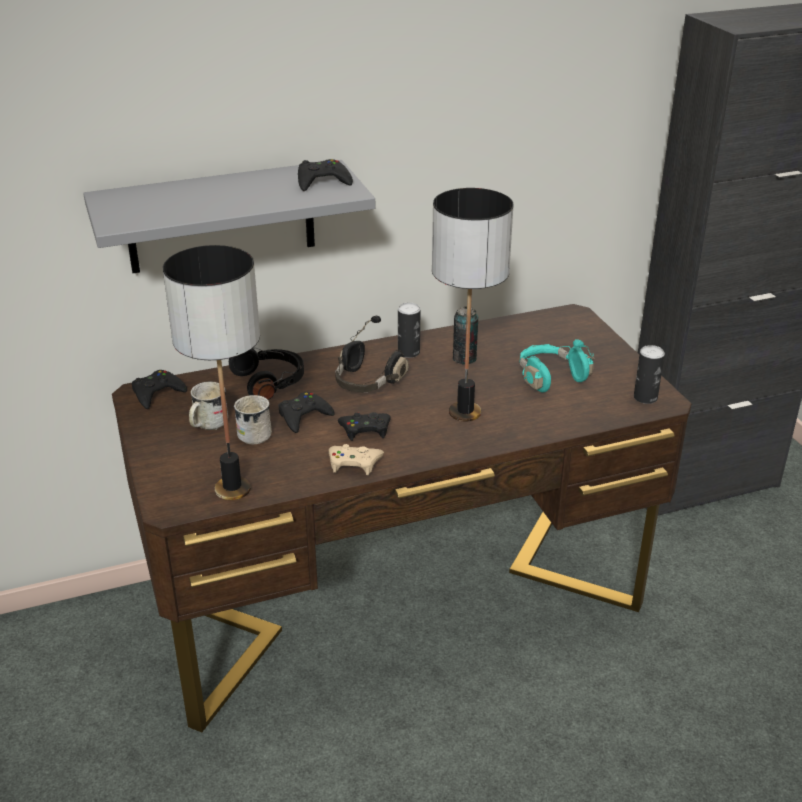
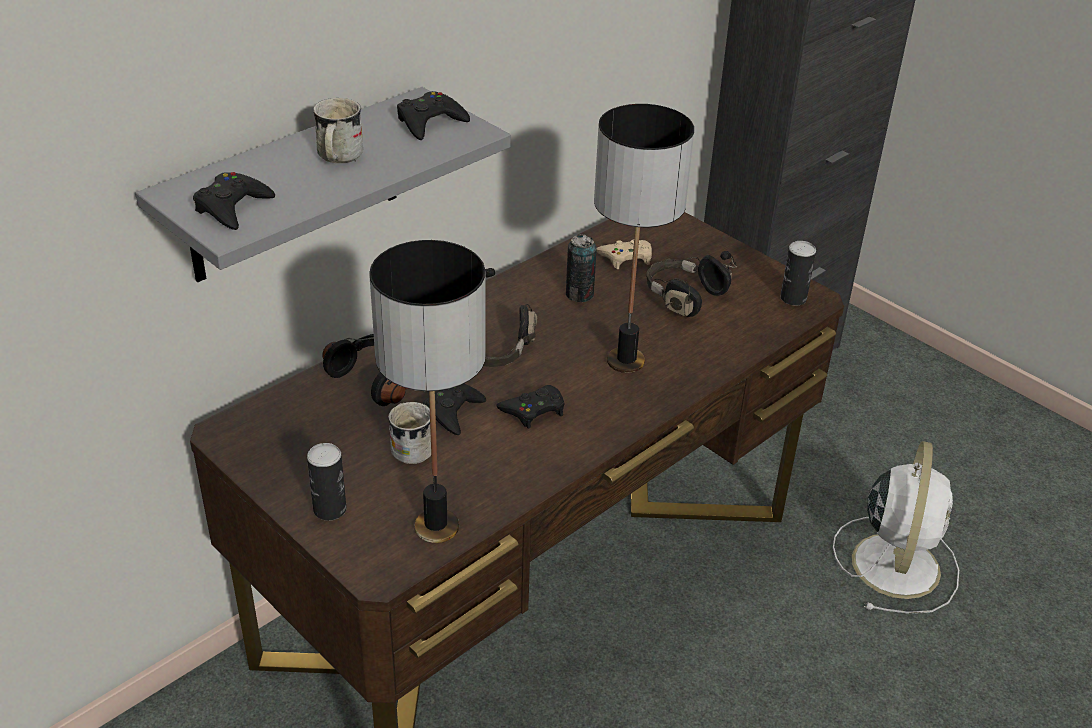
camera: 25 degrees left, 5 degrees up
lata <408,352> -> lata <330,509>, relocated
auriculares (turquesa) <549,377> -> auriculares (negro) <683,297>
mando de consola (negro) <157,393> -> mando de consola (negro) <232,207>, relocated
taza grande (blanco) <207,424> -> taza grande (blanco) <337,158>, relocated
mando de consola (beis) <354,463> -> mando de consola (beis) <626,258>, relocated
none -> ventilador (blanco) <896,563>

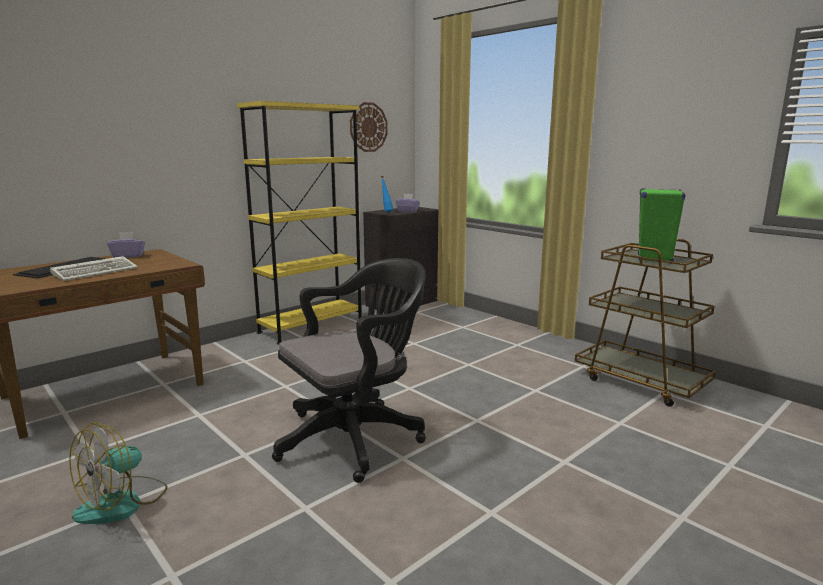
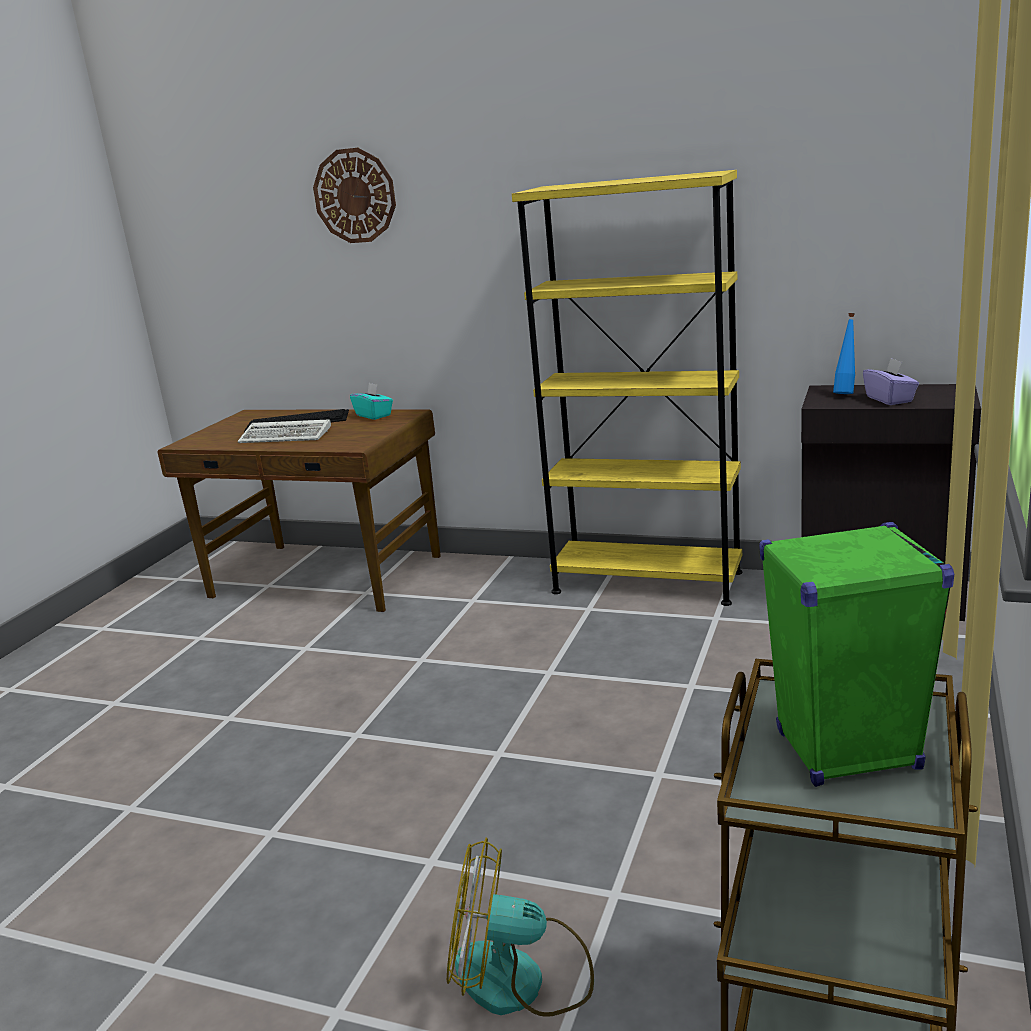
camera: 65 degrees right, 5 degrees up
reloj de pared <368,127> -> reloj de pared <355,196>, relocated
caja de pañuelos (morado) <128,256> -> caja de pañuelos (turquesa) <374,415>
silla de oficina (negro) <356,437> -> none
ventilador <122,503> -> ventilador <521,979>, relocated

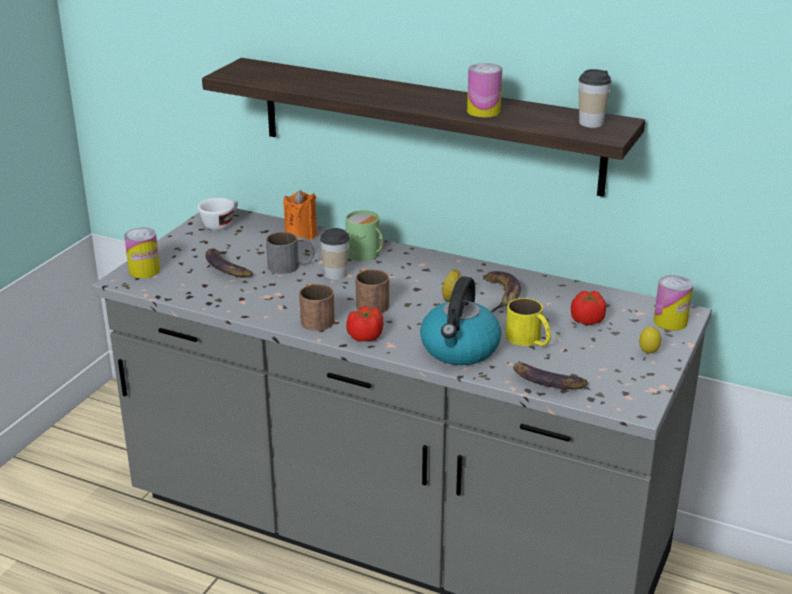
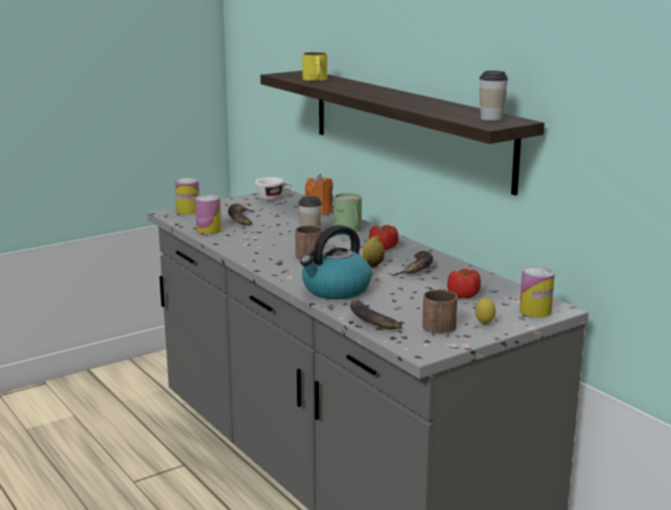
camera: 30 degrees right, 10 degrees down
lata <483,111> -> lata <209,230>, relocated
taza grande (gris) <291,266> -> none
taza grande (marrón) <315,317> -> taza grande (marrón) <439,323>, relocated
taza grande (amarillo) <529,340> -> taza grande (amarillo) <315,79>, relocated
tomate <365,336> -> tomate <383,248>, relocated

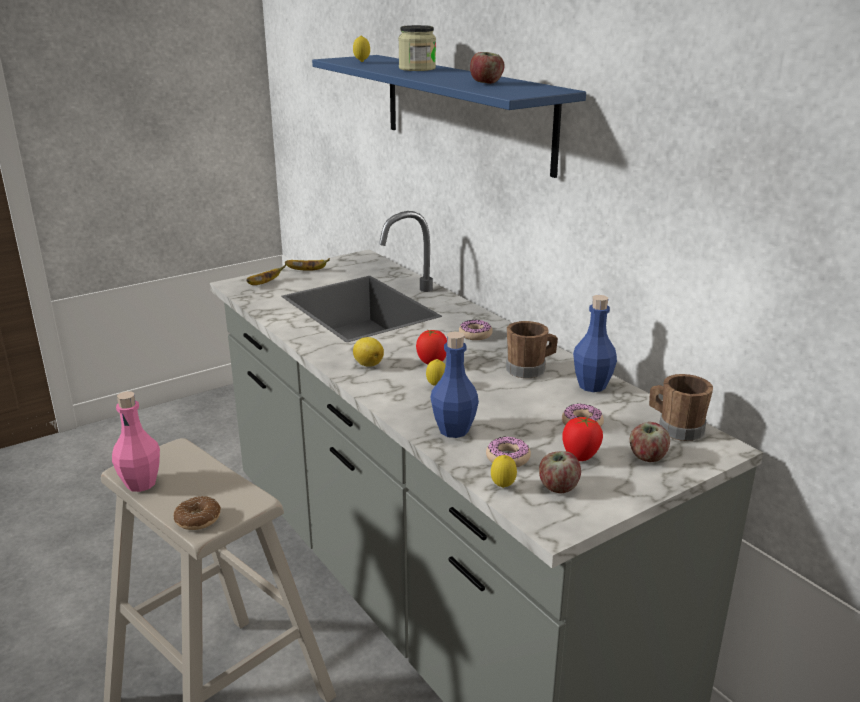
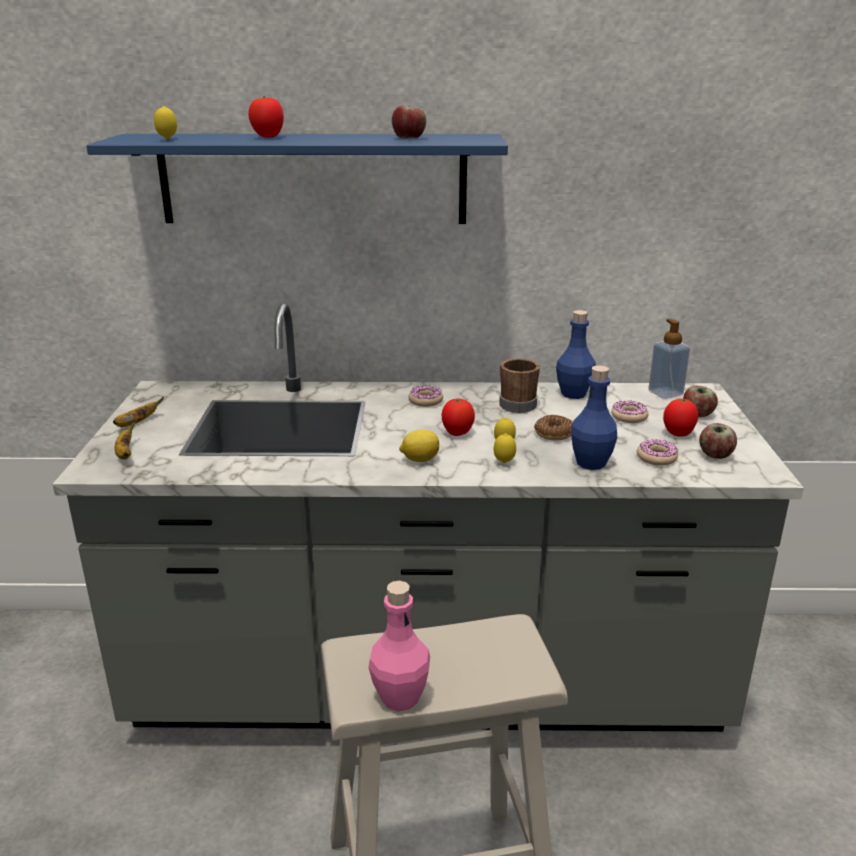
camera: 55 degrees left, 0 degrees up
tarro <417,69> -> tomate <268,137>
taza grande (marrón) <675,428> -> dispensador de jabón <665,393>
limón <503,487> -> limón <504,463>, relocated
rosquilla <198,519> -> rosquilla <554,434>, relocated

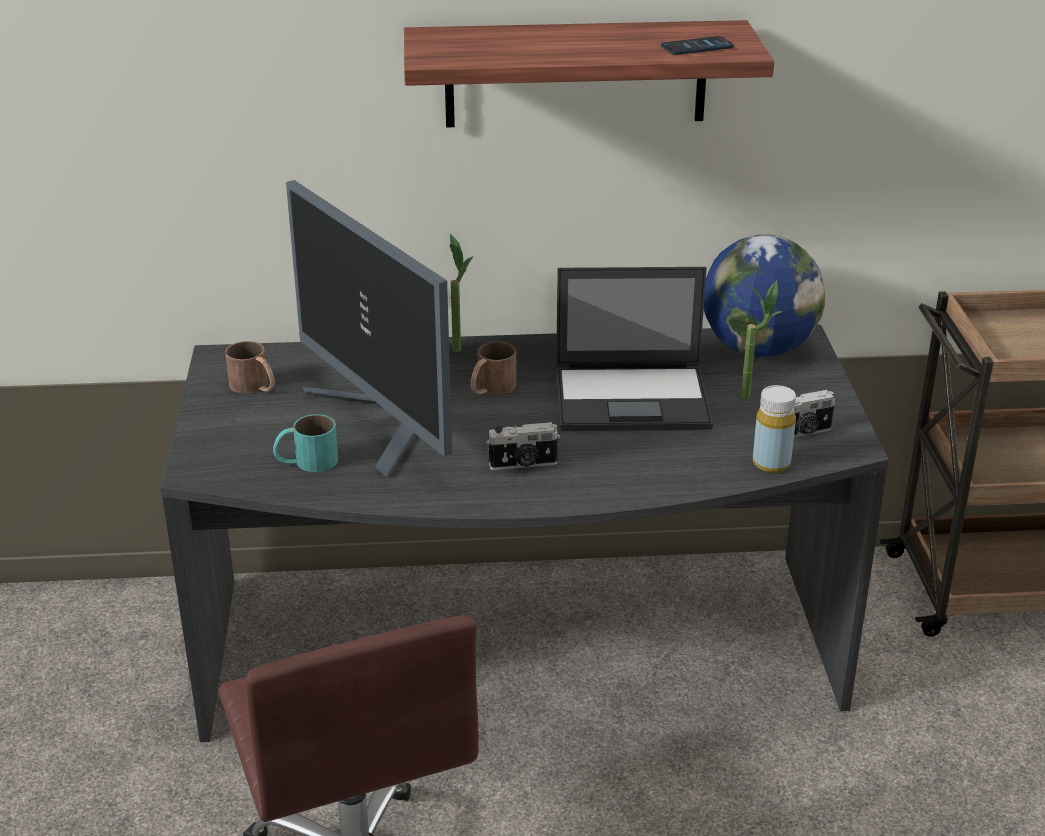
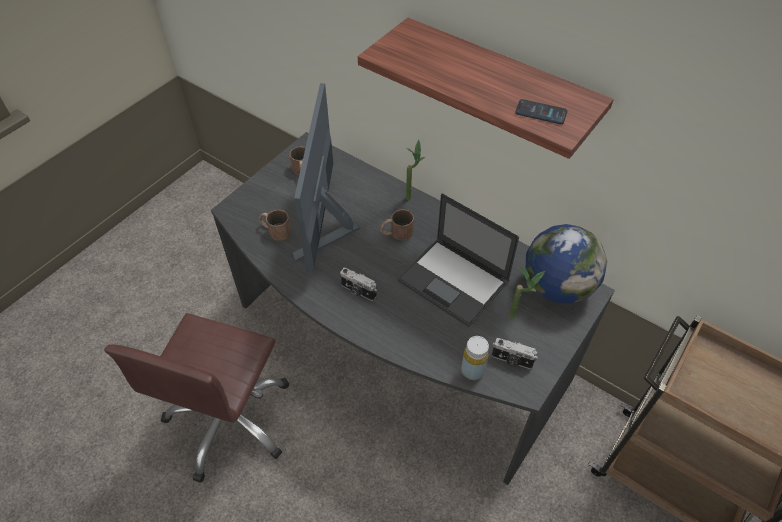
camera: 40 degrees right, 20 degrees up
taza grande (turquesa) <306,462> -> taza grande (marrón) <275,230>

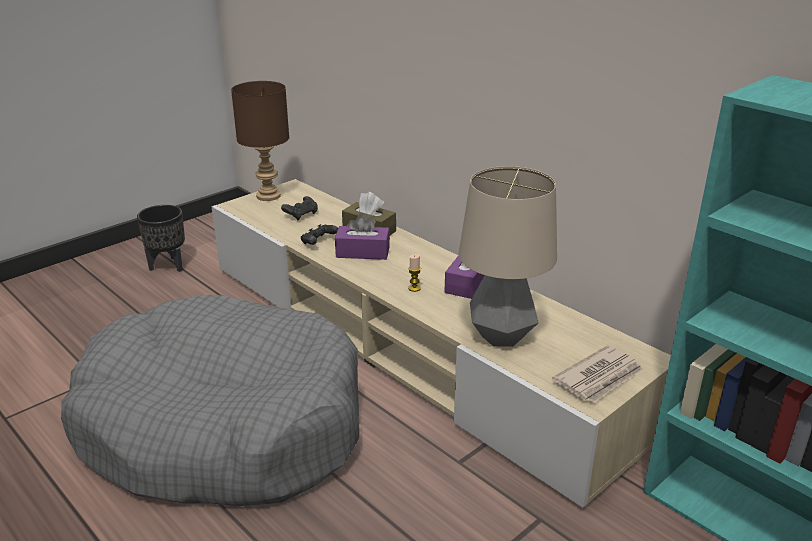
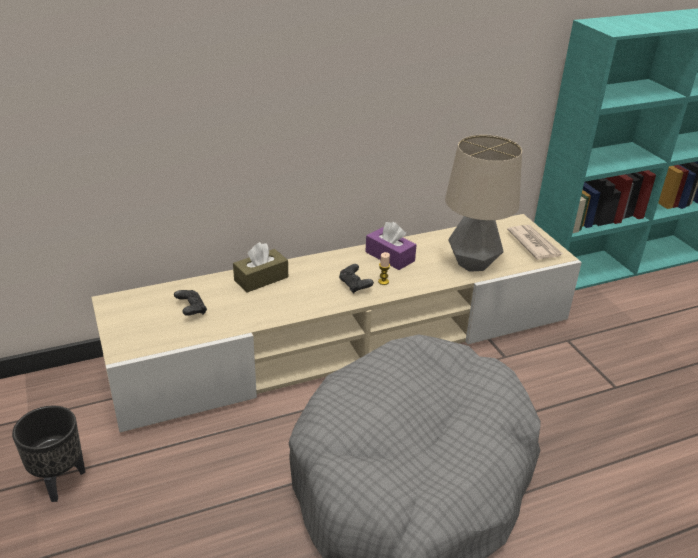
camera: 70 degrees left, 5 degrees up
lámpara de mesa (marrón) <267,196> -> none
caja de pañuelos (morado) <362,252> -> none
mando de consola (negro) <318,242> -> mando de consola (negro) <355,285>, relocated

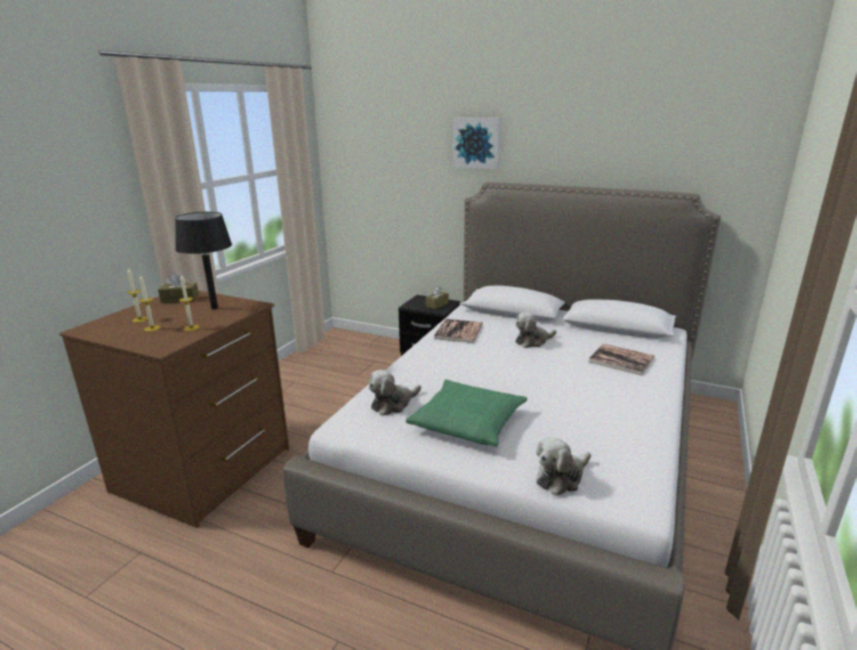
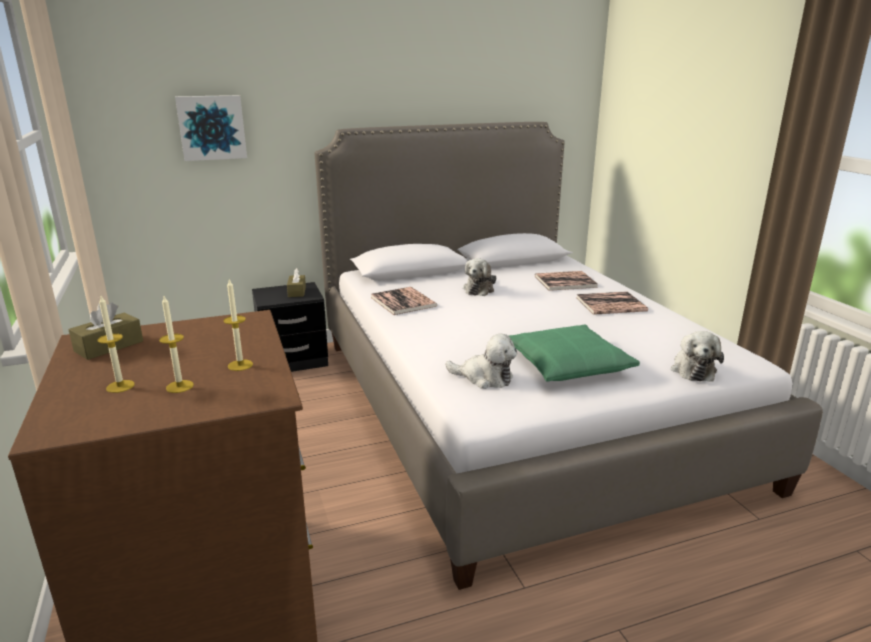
camera: 45 degrees left, 0 degrees up
cuadro <477,142> -> cuadro <212,127>, relocated
lámpara de mesa (negro) <214,308> -> none
peluche <393,404> -> peluche <484,378>, 75 degrees counterclockwise
none -> libro <610,304>

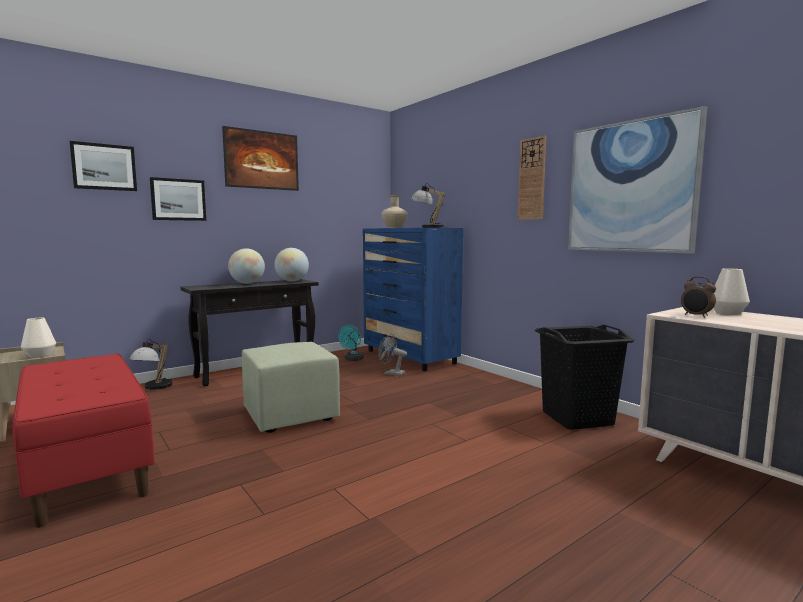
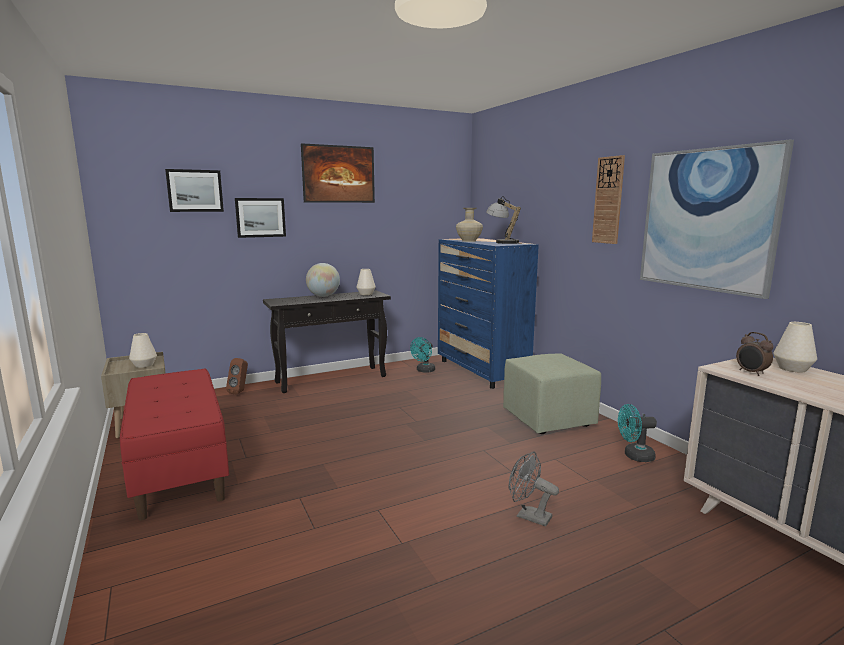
camera: 10 degrees right, 5 degrees up
globo terráqueo <292,281> -> florero (blanco) <366,294>
cesto de la ropa (negro) <578,418> -> ventilador (turquesa) <634,456>
ventilador (gris) <391,373> -> ventilador (gris) <528,516>, relocated
lámpara de mesa <154,388> -> altavoz (marrón) <240,392>
puf (verde) <291,416> -> puf (verde) <549,419>, relocated

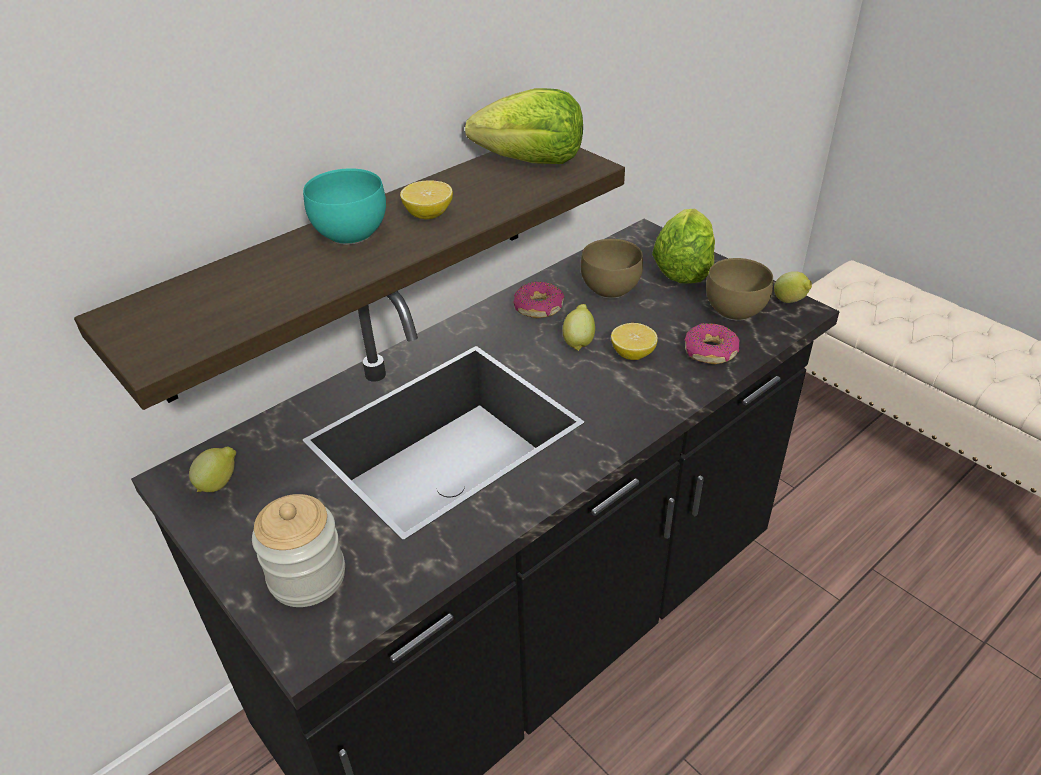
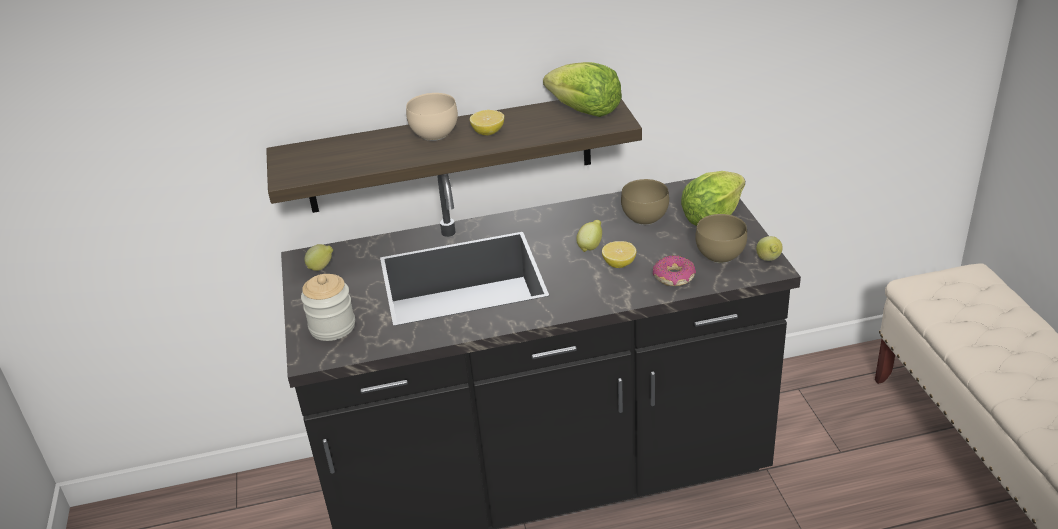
camera: 30 degrees right, 5 degrees down
cuenco (turquesa) <351,236> -> cuenco (beis) <434,135>
rosquilla <539,307> -> none

